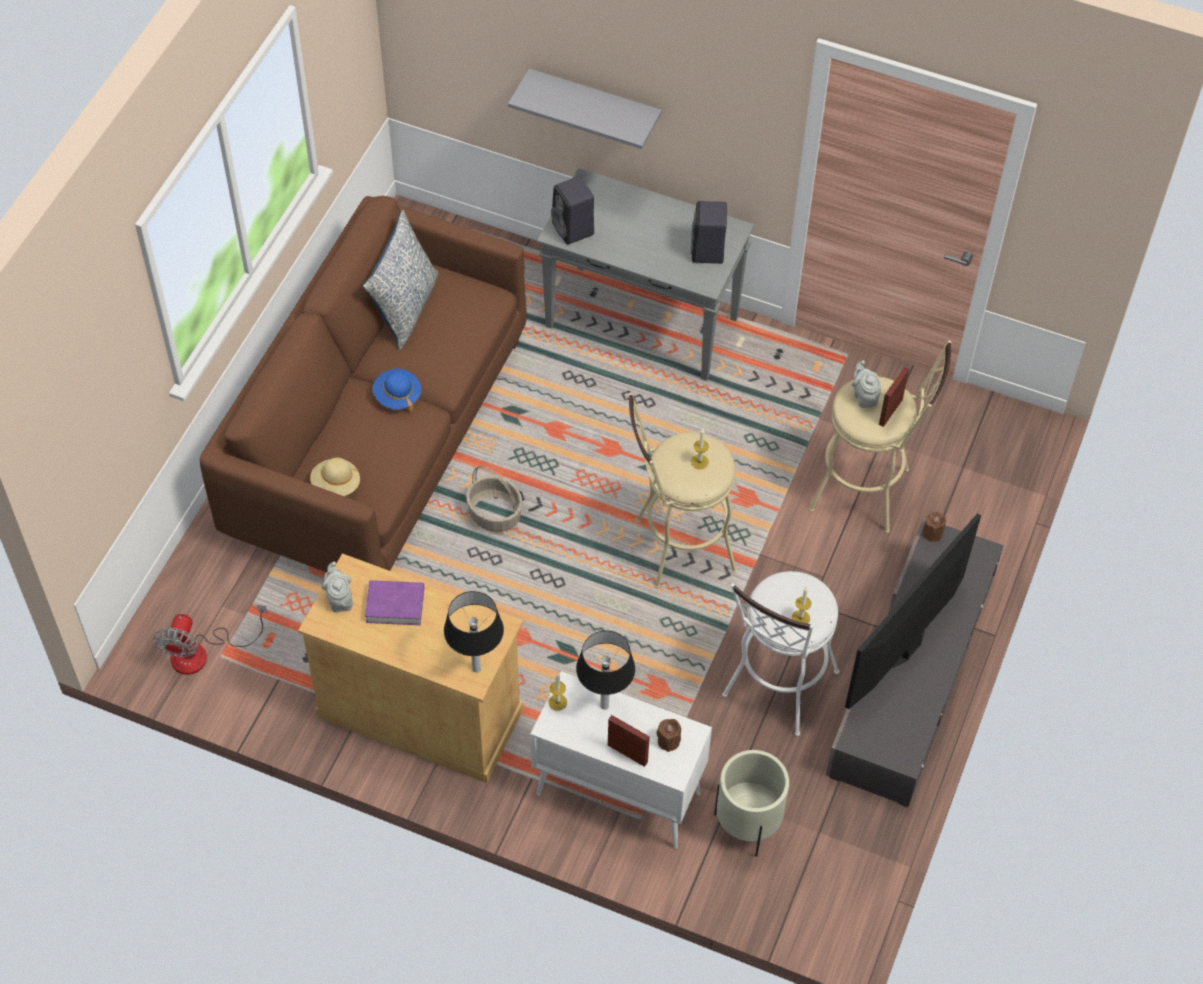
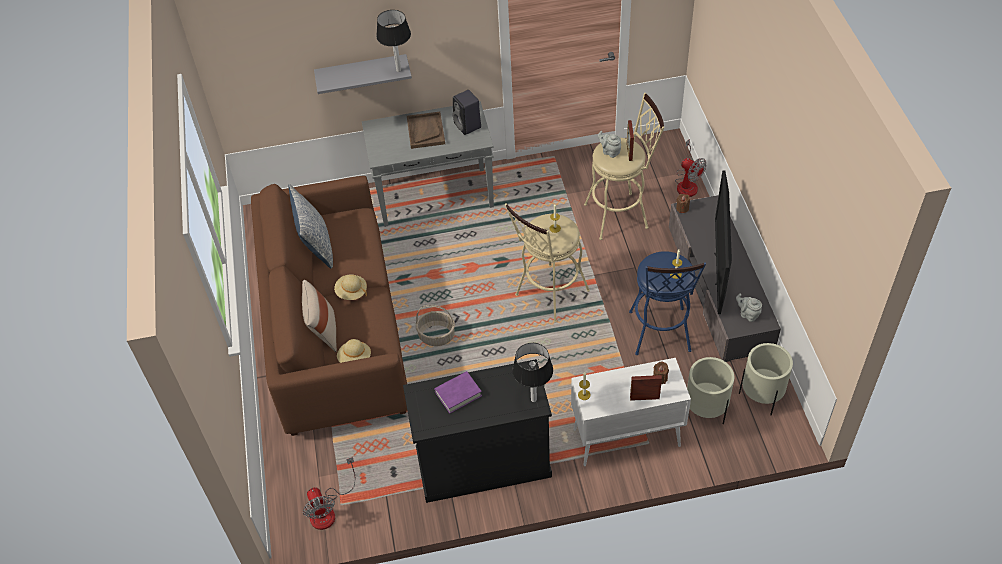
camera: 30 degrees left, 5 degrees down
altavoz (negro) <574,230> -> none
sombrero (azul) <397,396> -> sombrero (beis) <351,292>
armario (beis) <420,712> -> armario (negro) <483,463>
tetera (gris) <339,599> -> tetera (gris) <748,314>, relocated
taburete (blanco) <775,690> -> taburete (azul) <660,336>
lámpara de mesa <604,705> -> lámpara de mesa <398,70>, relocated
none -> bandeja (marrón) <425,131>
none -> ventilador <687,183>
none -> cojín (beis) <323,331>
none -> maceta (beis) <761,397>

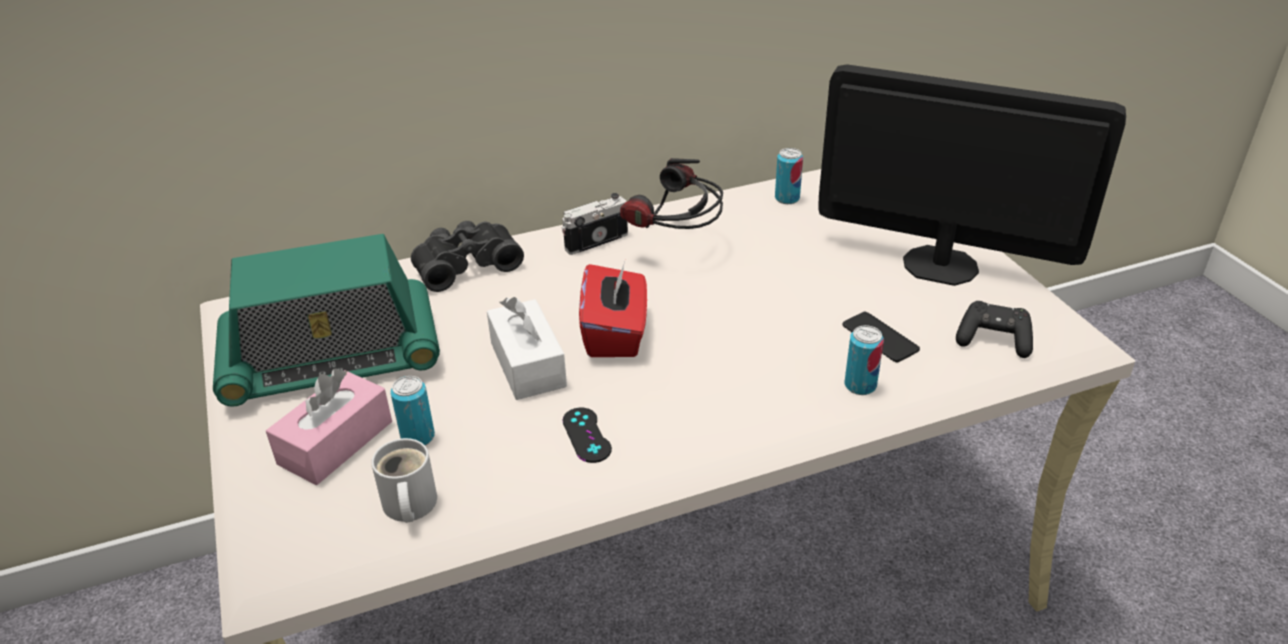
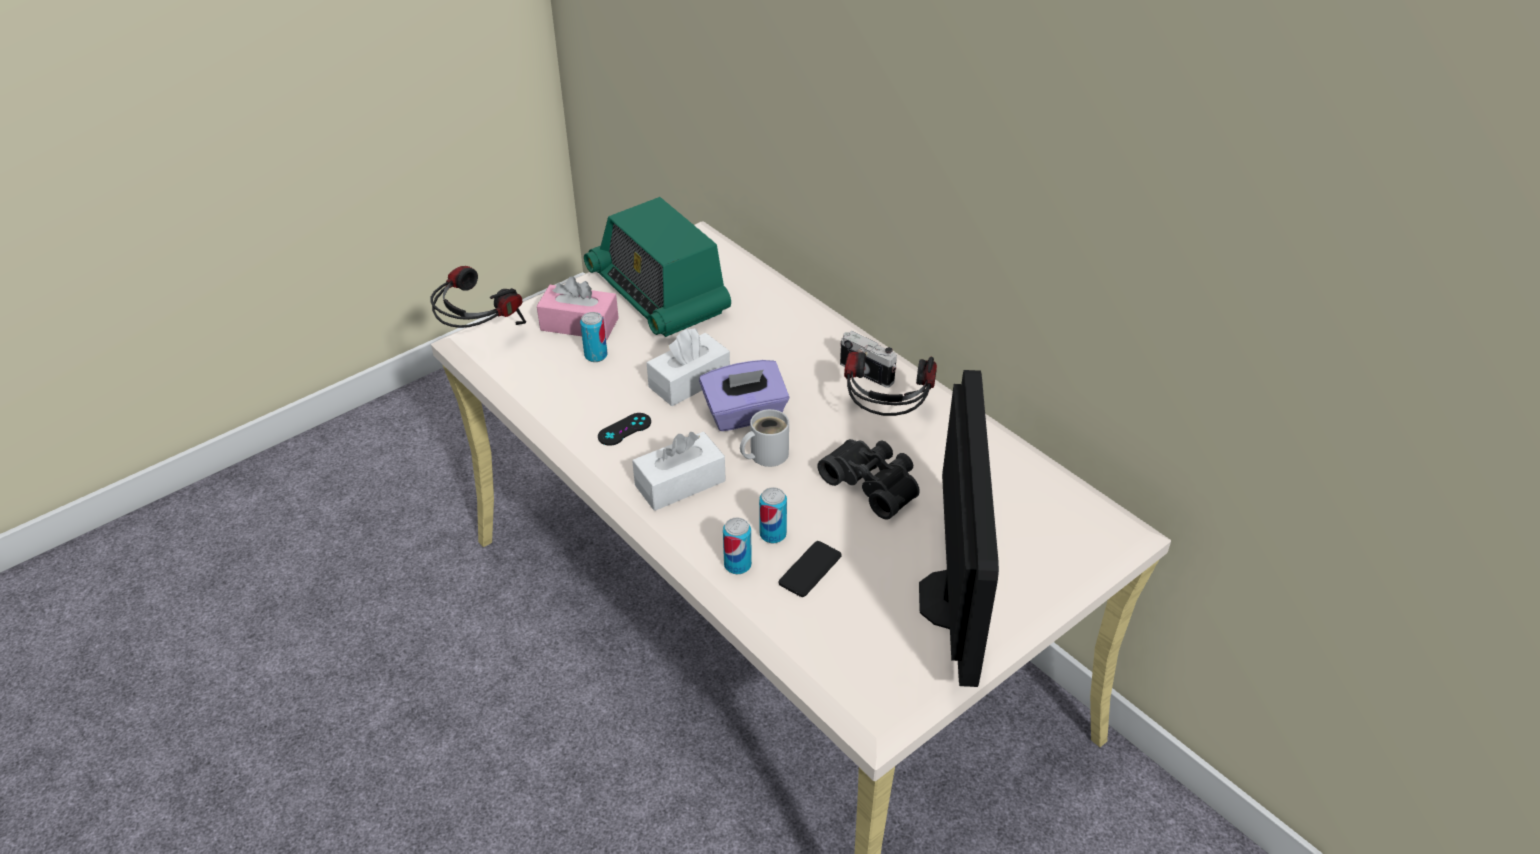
camera: 70 degrees right, 5 degrees up
lata <787,198> -> lata <773,534>, relocated
prismáticos (negro) <465,264> -> prismáticos (negro) <873,484>, relocated
caja de pañuelos (rojo) <615,334> -> caja de pañuelos (morado) <745,415>
mando de consola (negro) <993,340> -> none
taza grande (blanco) <408,506> -> taza grande (blanco) <765,454>, relocated
none -> auriculares <479,335>
none -> caja de pañuelos (blanco) <680,483>

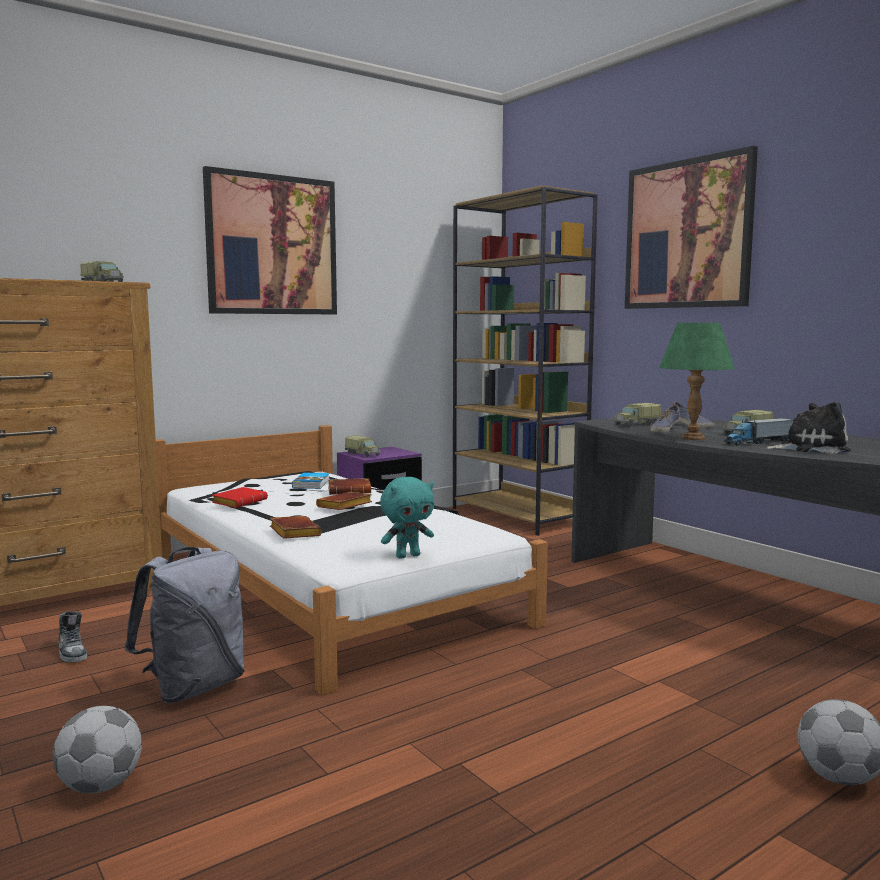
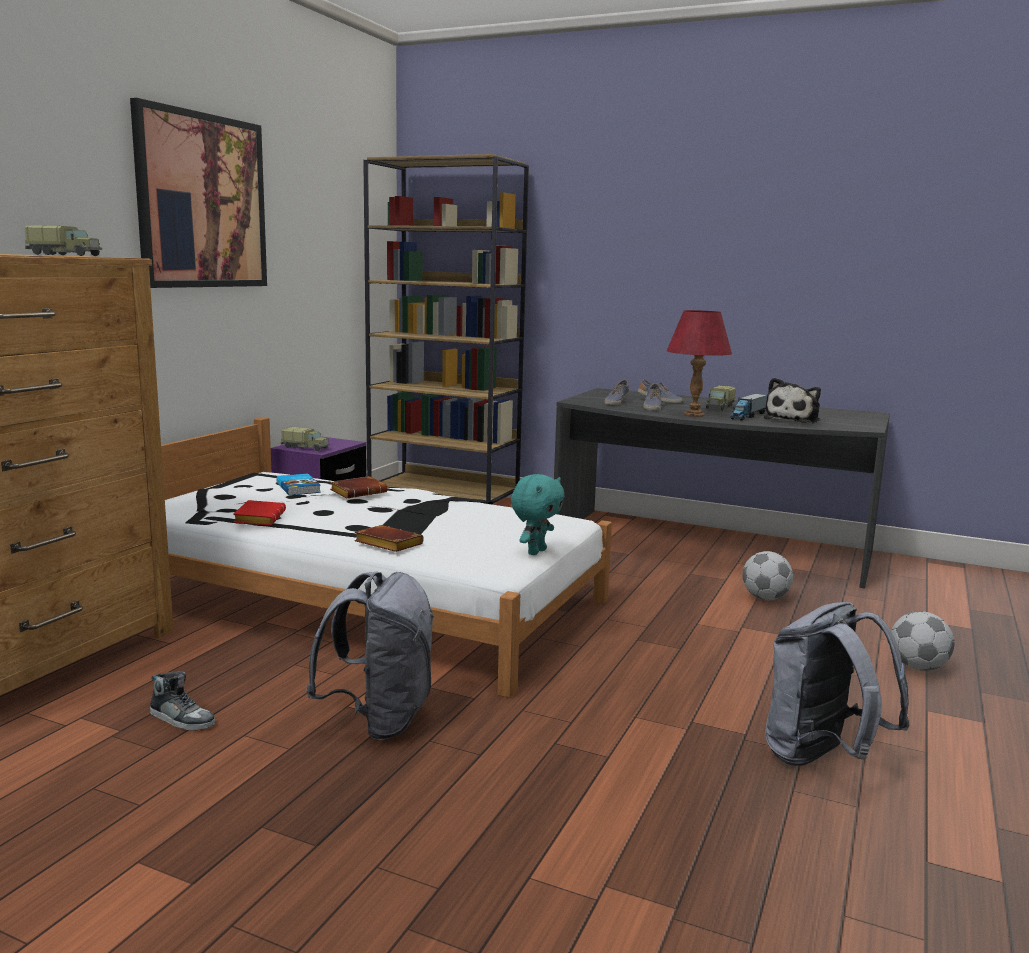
camera: 30 degrees left, 5 degrees up
cuadro <687,234> -> none
lámpara de mesa (verde) <693,438> -> lámpara de mesa (rojo) <694,415>
peluche <809,448> -> peluche <793,420>, 150 degrees clockwise
camión de juguete <636,424> -> zapato <616,402>
libro (marrón) <344,506> -> none
balón de fútbol <100,786> -> balón de fútbol <765,598>, relocated
none -> mochila (gris) <821,758>

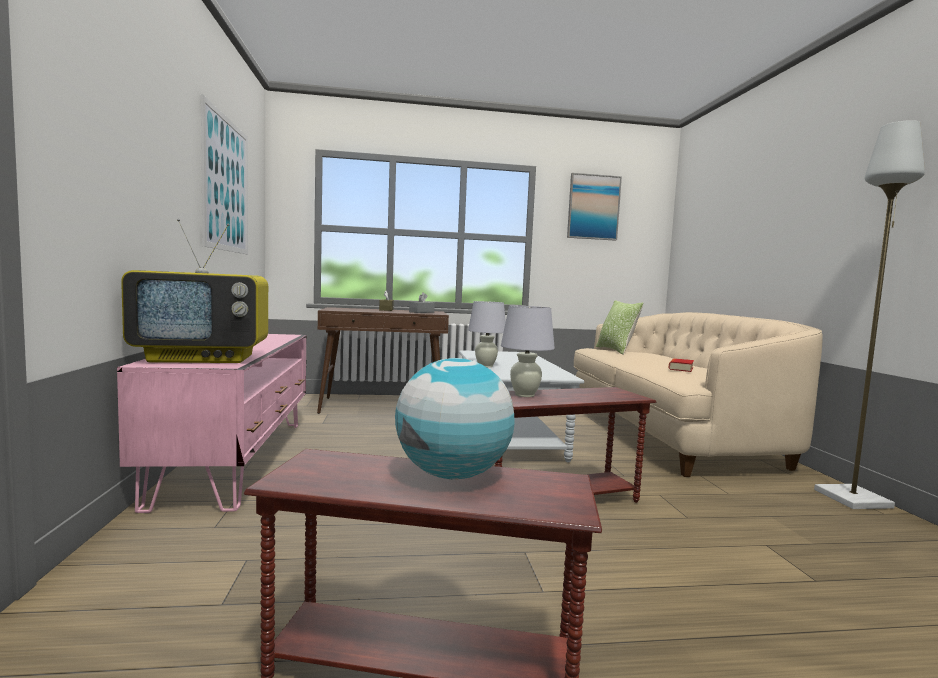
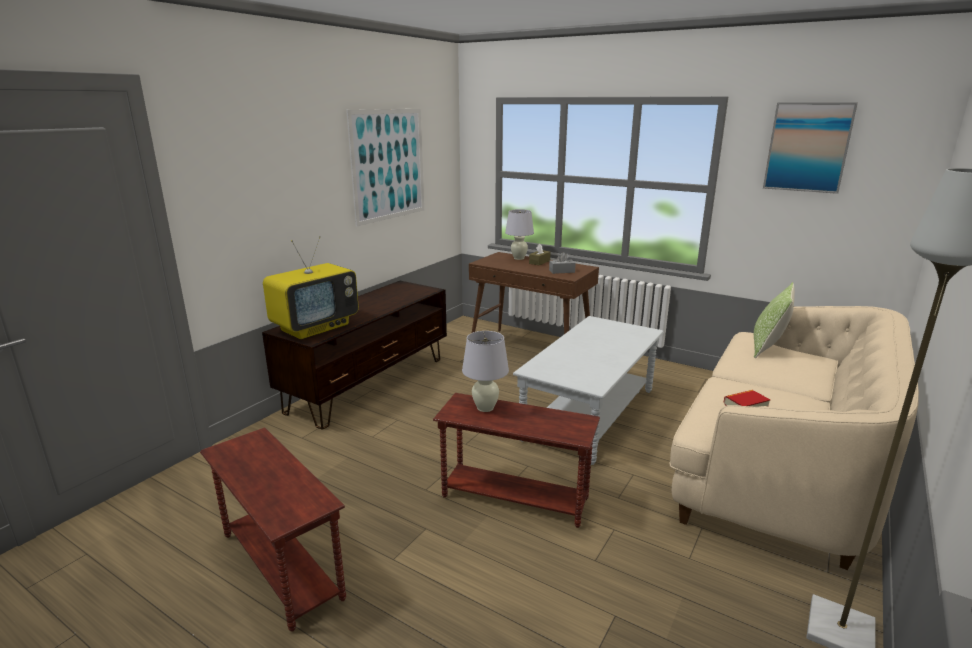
camera: 40 degrees right, 15 degrees up
televisor <204,358> -> televisor <315,327>, 75 degrees counterclockwise
lámpara de mesa (blanco) <485,366> -> lámpara de mesa (blanco) <519,258>, relocated
mueble de televisión (rosa) <237,458> -> mueble de televisión (marrón) <369,384>
globo terráqueo <453,475> -> none

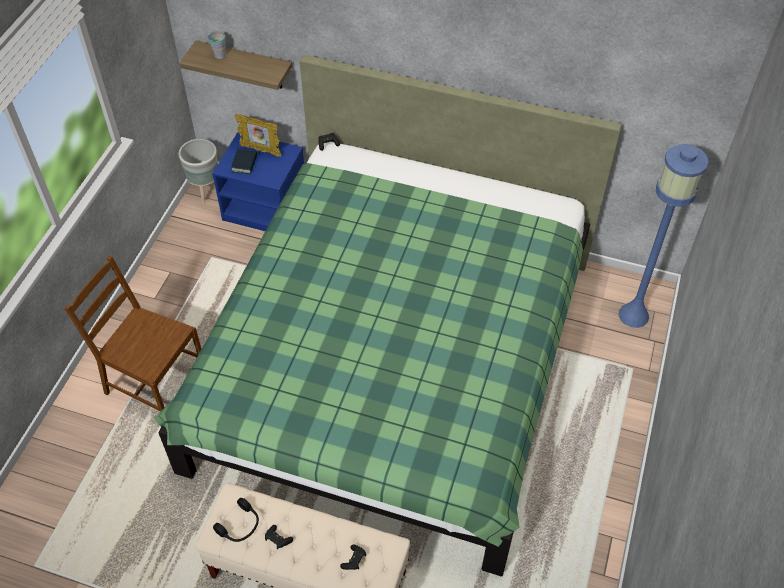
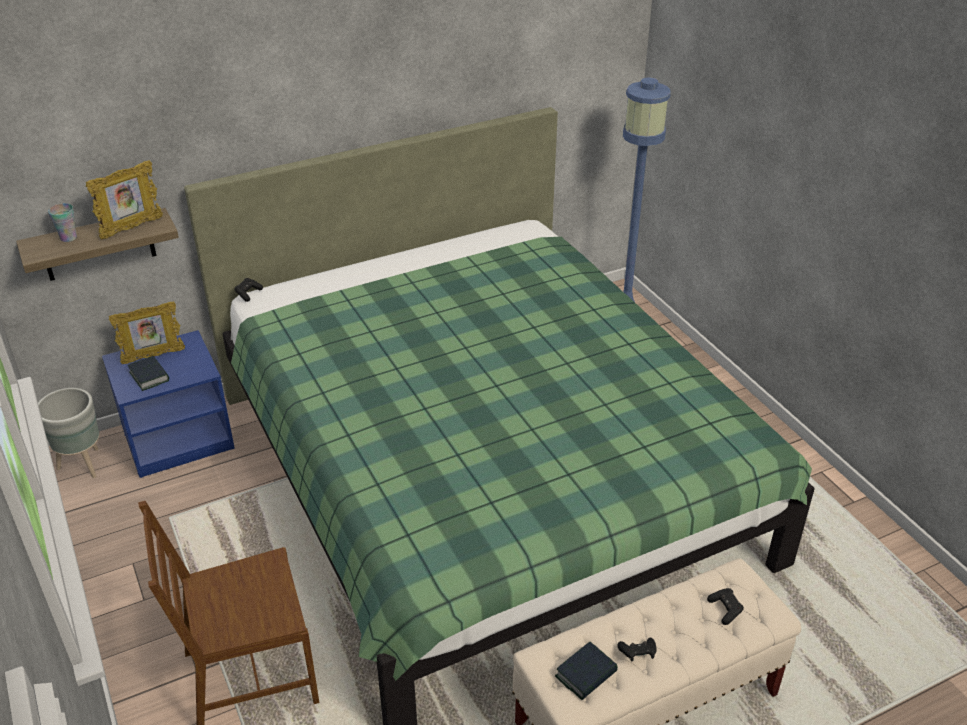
camera: 45 degrees left, 15 degrees down
auriculares (negro) <240,526> -> libro <586,674>
none -> portarretratos <131,228>

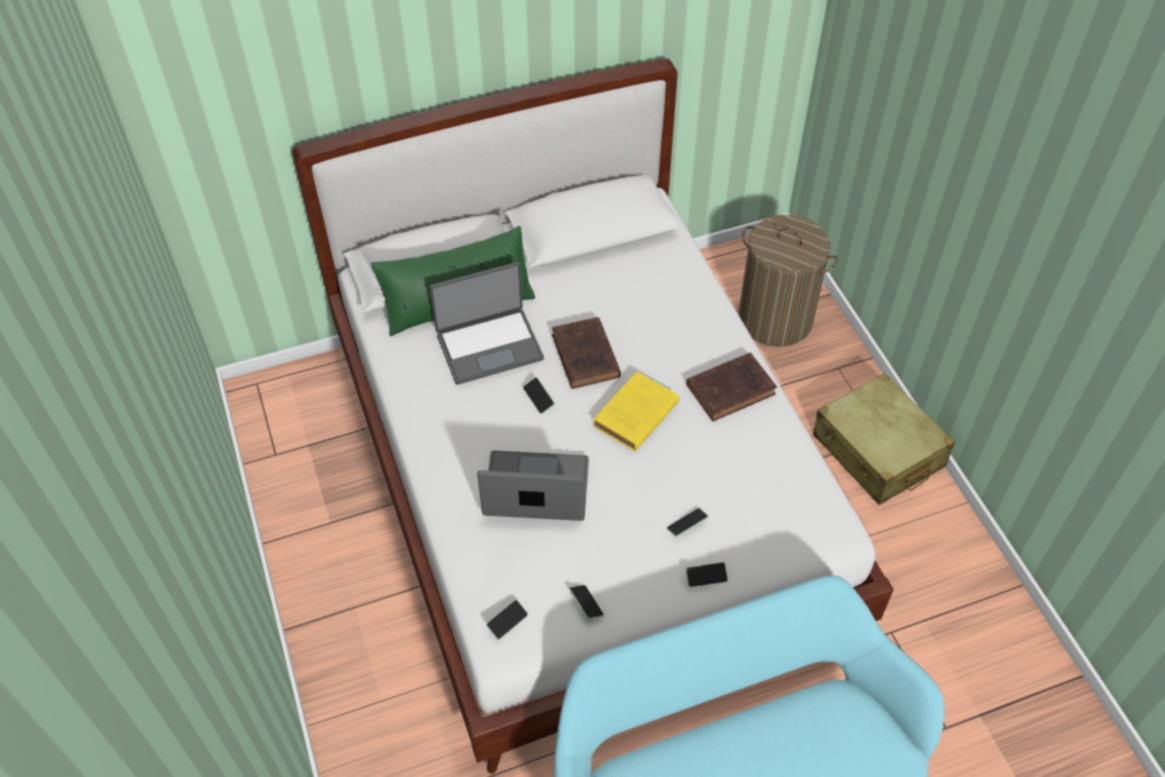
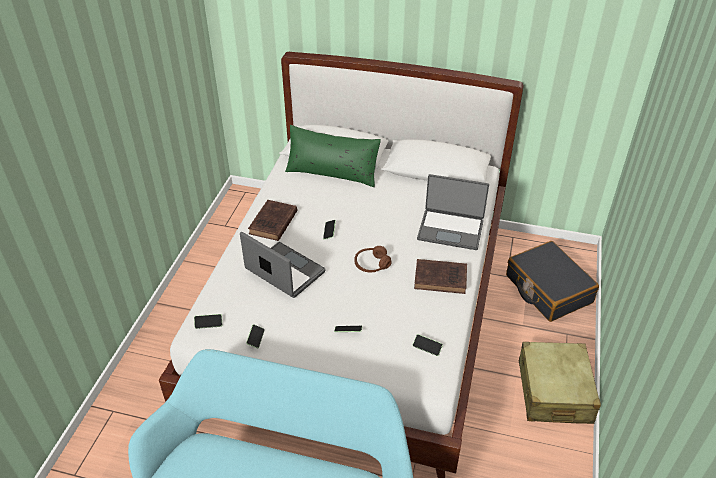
camera: 35 degrees right, 10 degrees down
cesto de la ropa <775,319> -> maleta (negro) <548,289>
portátil <489,345> -> portátil <451,229>, relocated
libro (marrón) <586,358> -> libro (marrón) <272,224>, relocated
libro (amarillo) <634,416> -> auriculares (marrón) <372,264>
móvil <706,577> -> móvil <427,347>, relocated

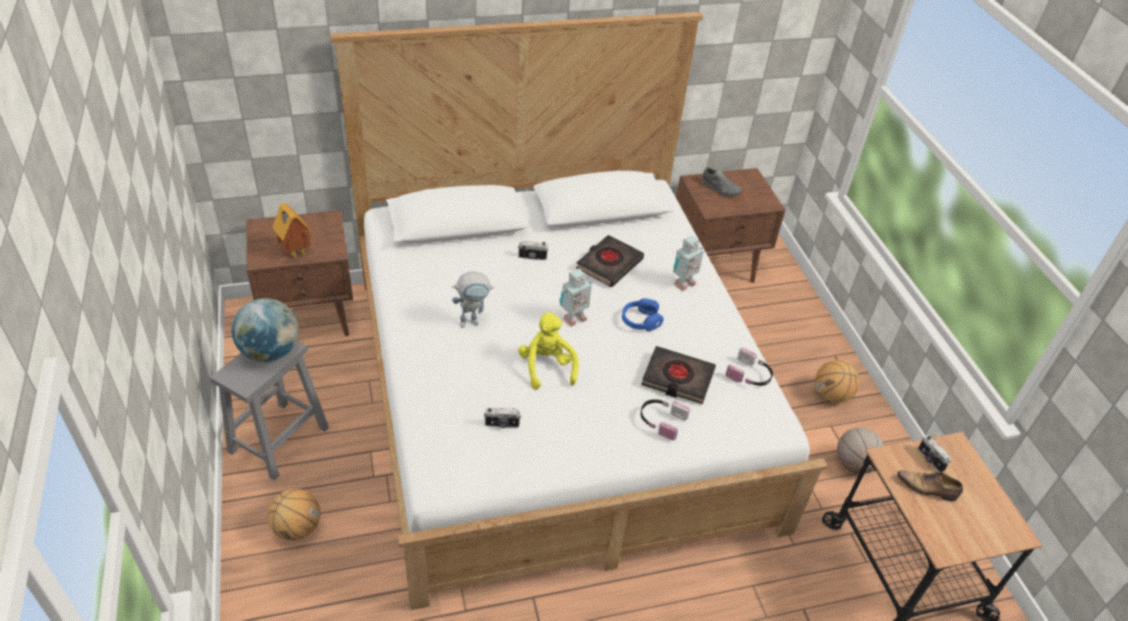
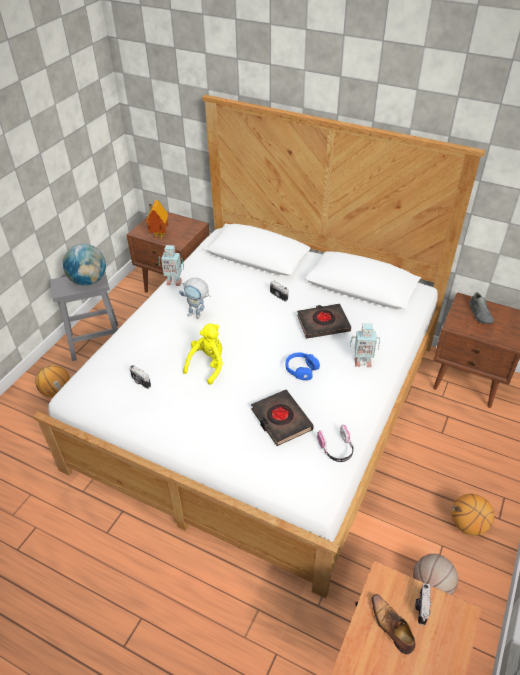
camera: 45 degrees right, 0 degrees up
robot de juguete <573,318> -> robot de juguete <173,281>, relocated
auriculares <661,421> -> none

